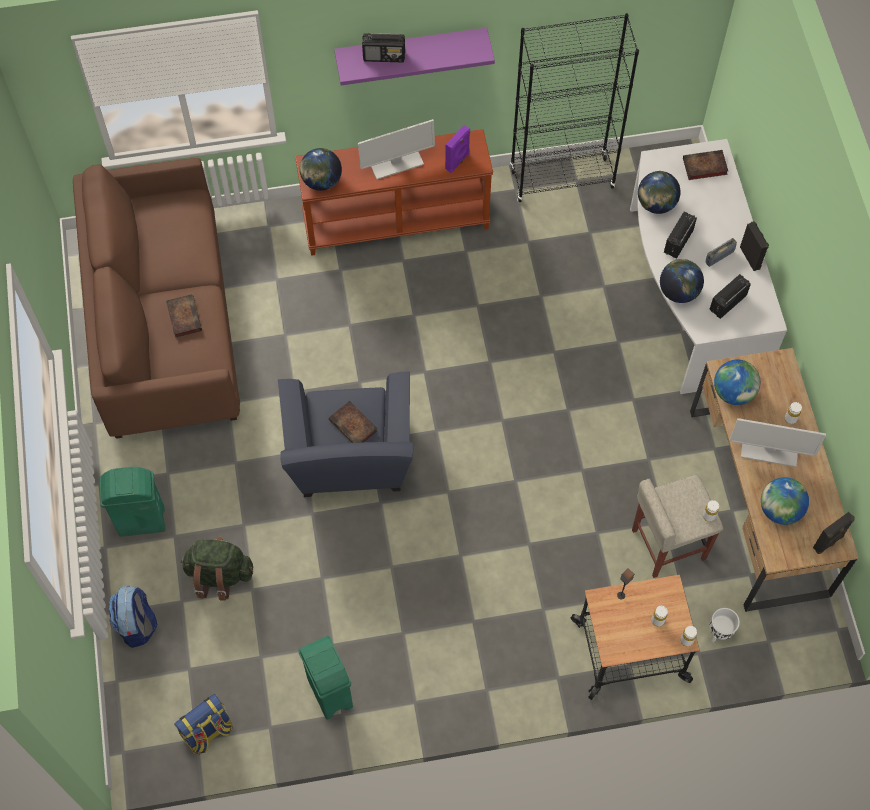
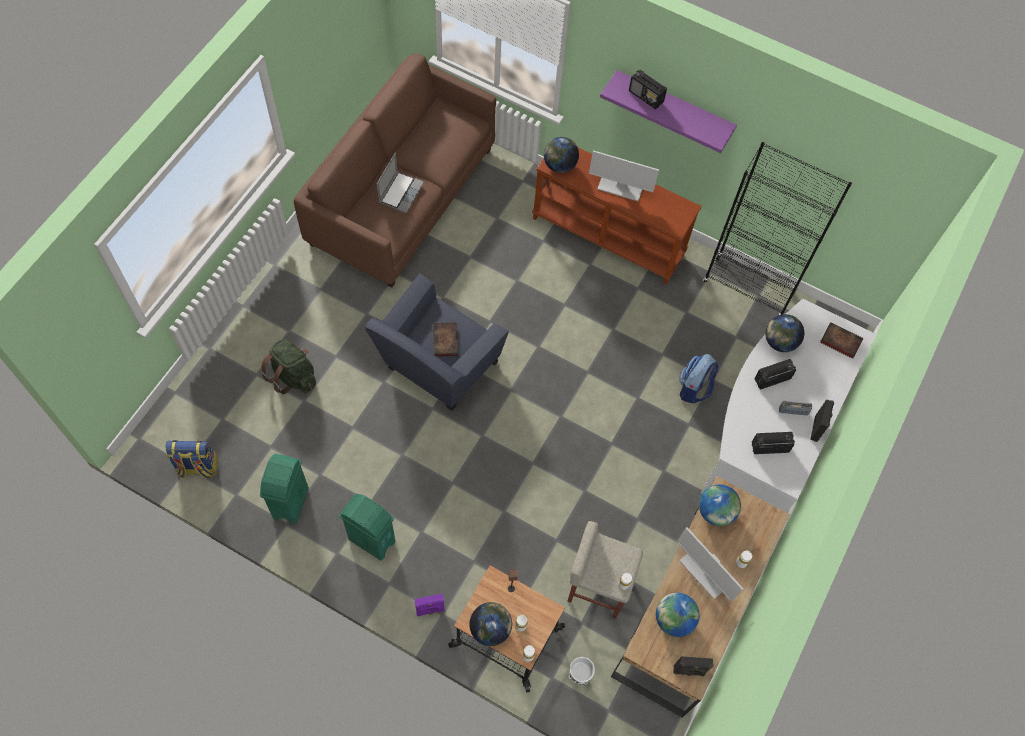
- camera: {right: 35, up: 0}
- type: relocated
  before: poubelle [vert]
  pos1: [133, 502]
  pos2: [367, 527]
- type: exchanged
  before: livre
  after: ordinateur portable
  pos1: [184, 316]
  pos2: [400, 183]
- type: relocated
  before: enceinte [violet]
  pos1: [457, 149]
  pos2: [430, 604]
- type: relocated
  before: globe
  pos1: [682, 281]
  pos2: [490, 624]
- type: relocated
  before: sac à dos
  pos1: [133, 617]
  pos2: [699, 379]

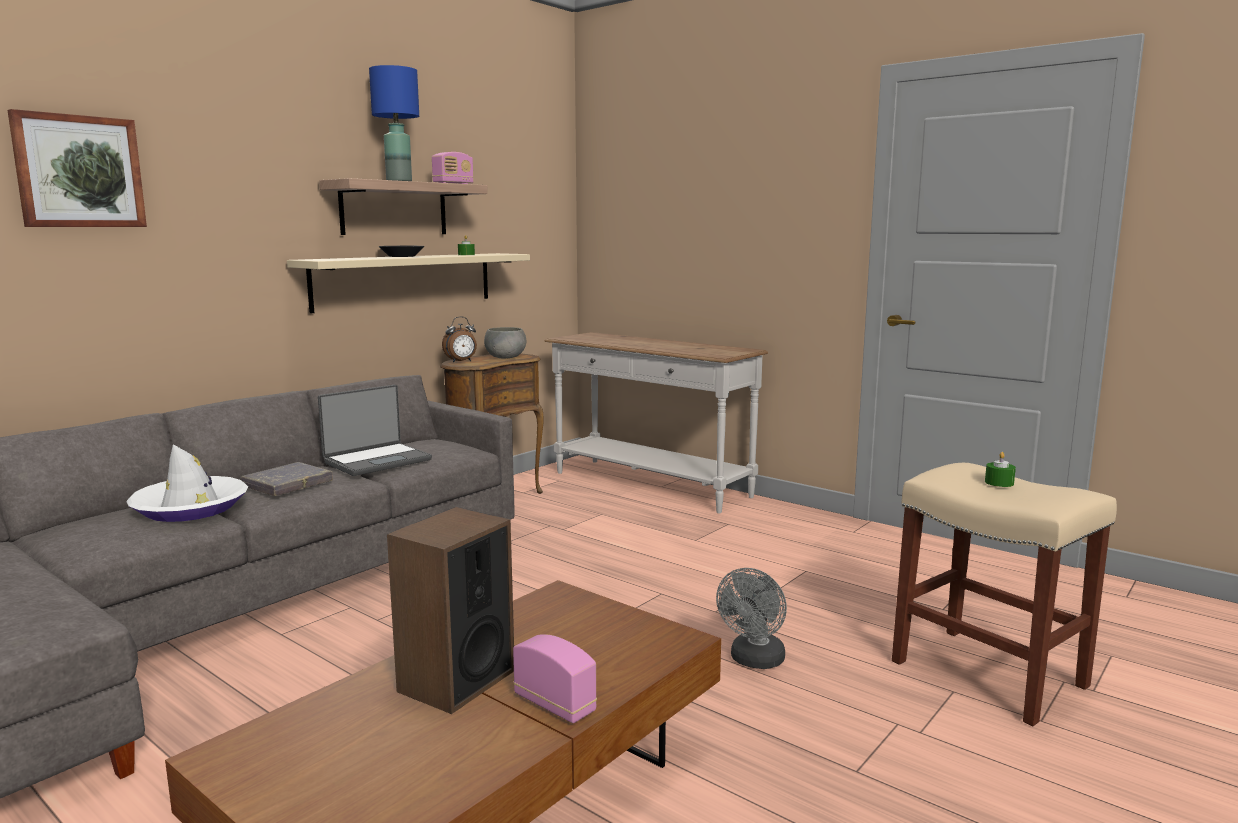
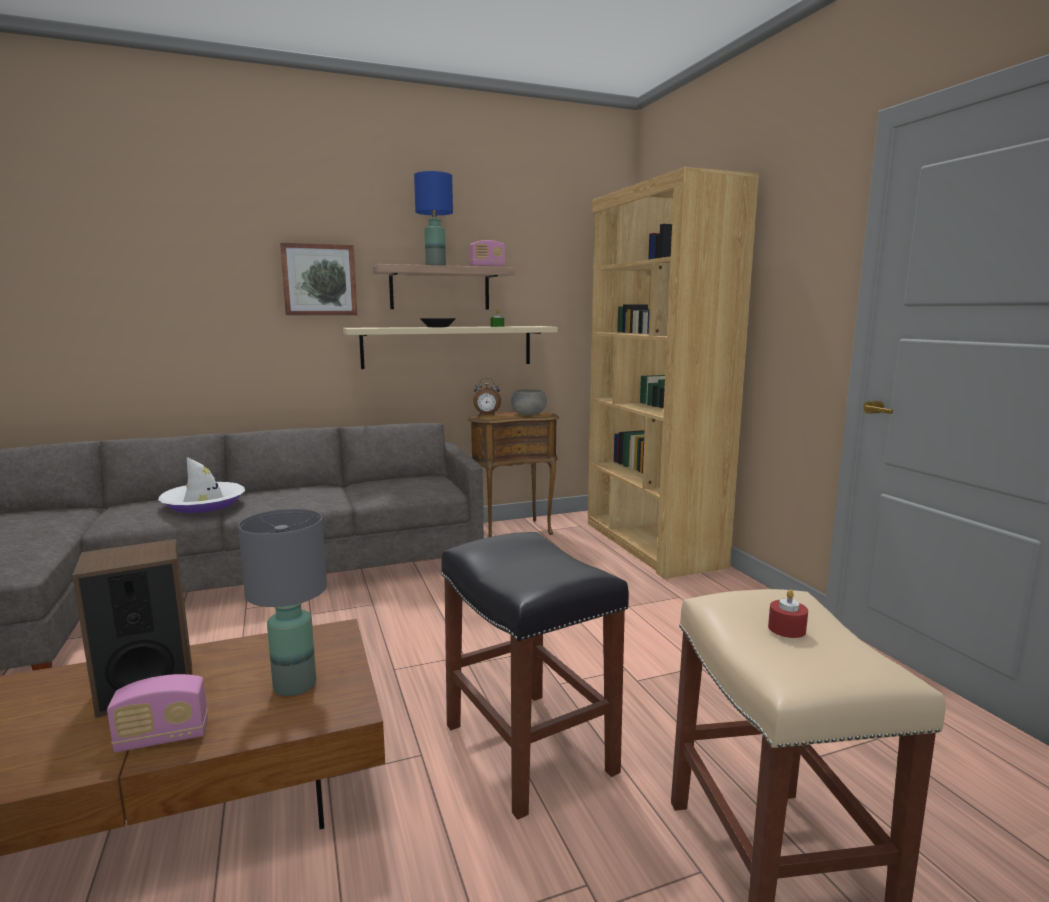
- camera: {right: 30, up: 0}
- type: spun
  before: radio
  pos1: [555, 678]
  pos2: [157, 713]
  turn: 90
- type: appeared
  after: lampe de table [gris]
  pos2: [282, 602]
- type: relocated
  before: tableau
  pos1: [77, 168]
  pos2: [318, 278]
- type: exchanged
  before: ventilateur [gris]
  after: tabouret [noir]
  pos1: [751, 618]
  pos2: [535, 676]
- type: exchanged
  before: table console [blanc]
  after: bibliothèque [marron]
  pos1: [656, 422]
  pos2: [673, 373]
- type: colour
  before: bougie [vert]
  after: bougie [rouge]
  pos1: [1000, 469]
  pos2: [788, 613]
- type: missing
  before: livre [gris]
  pos1: [287, 479]
- type: missing
  before: ordinateur portable
  pos1: [375, 430]

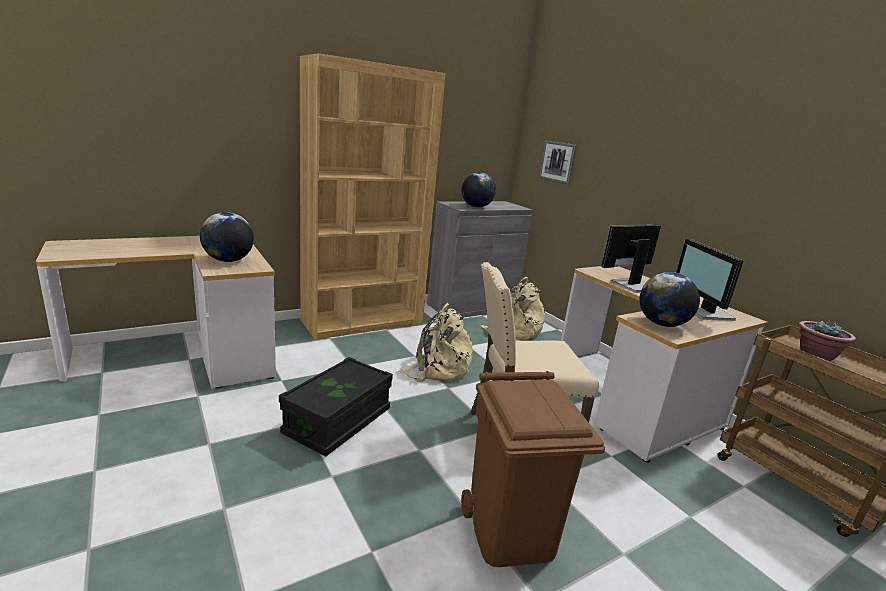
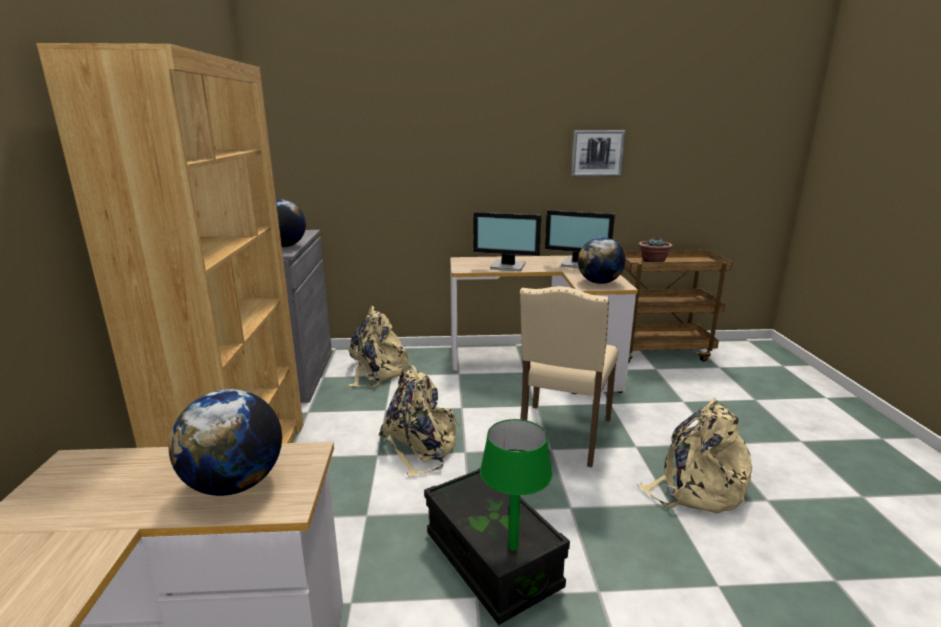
- camera: {right: -60, up: 0}
- type: spun
  before: écran d'ordinateur
  pos1: [631, 259]
  pos2: [507, 241]
  turn: -75
- type: appeared
  after: lampe de table [vert]
  pos2: [516, 485]
- type: relocated
  before: tableau
  pos1: [558, 163]
  pos2: [598, 153]
- type: exchanged
  before: poubelle [marron]
  after: sac à dos [beige]
  pos1: [533, 469]
  pos2: [695, 455]

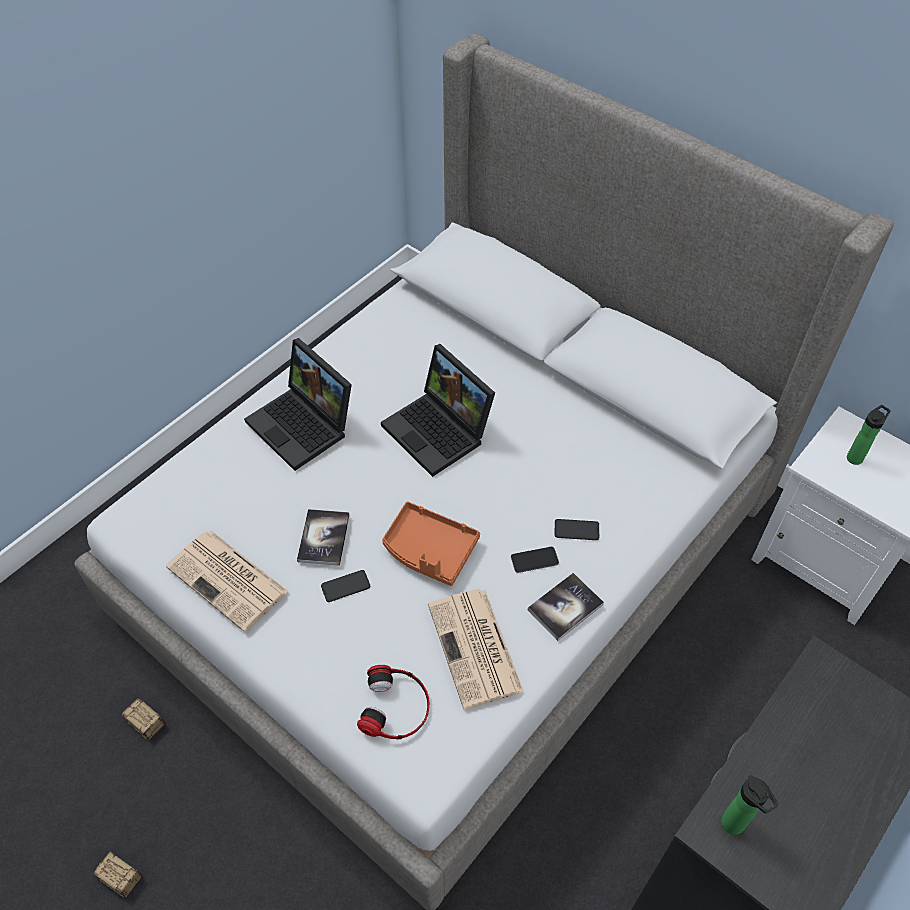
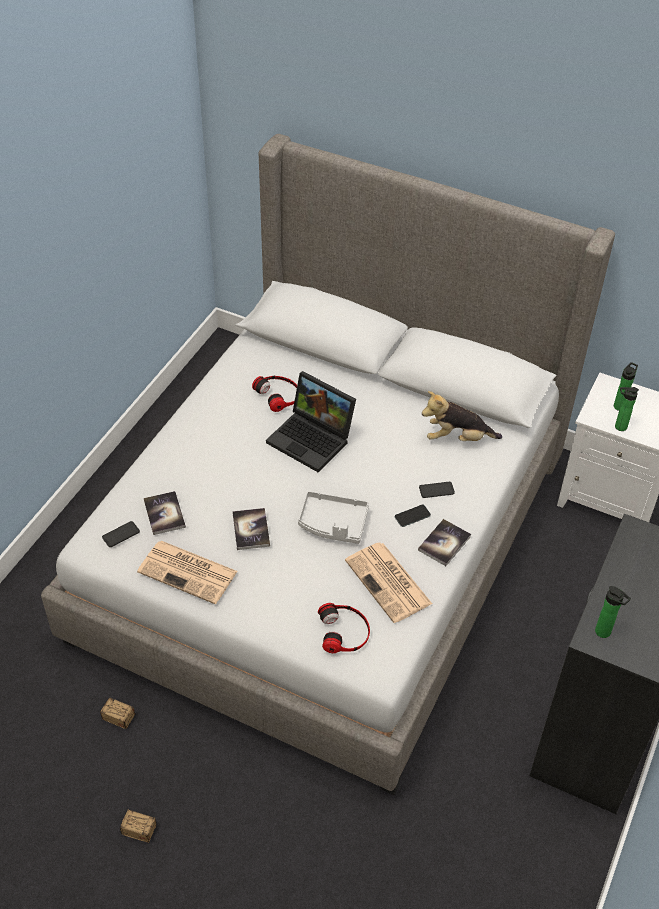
- camera: {right: -15, up: -5}
- type: relocated
  before: téléphone
  pos1: [345, 586]
  pos2: [121, 534]
- type: appeared
  after: livre
  pos2: [165, 513]
- type: appeared
  after: casque audio
  pos2: [274, 394]
- type: colour
  before: plateau [orange]
  after: plateau [gris]
  pos1: [431, 544]
  pos2: [333, 517]
- type: appeared
  after: peluche
  pos2: [462, 416]
- type: appeared
  after: bouteille
  pos2: [627, 409]
- type: missing
  before: ordinateur portable
  pos1: [298, 404]

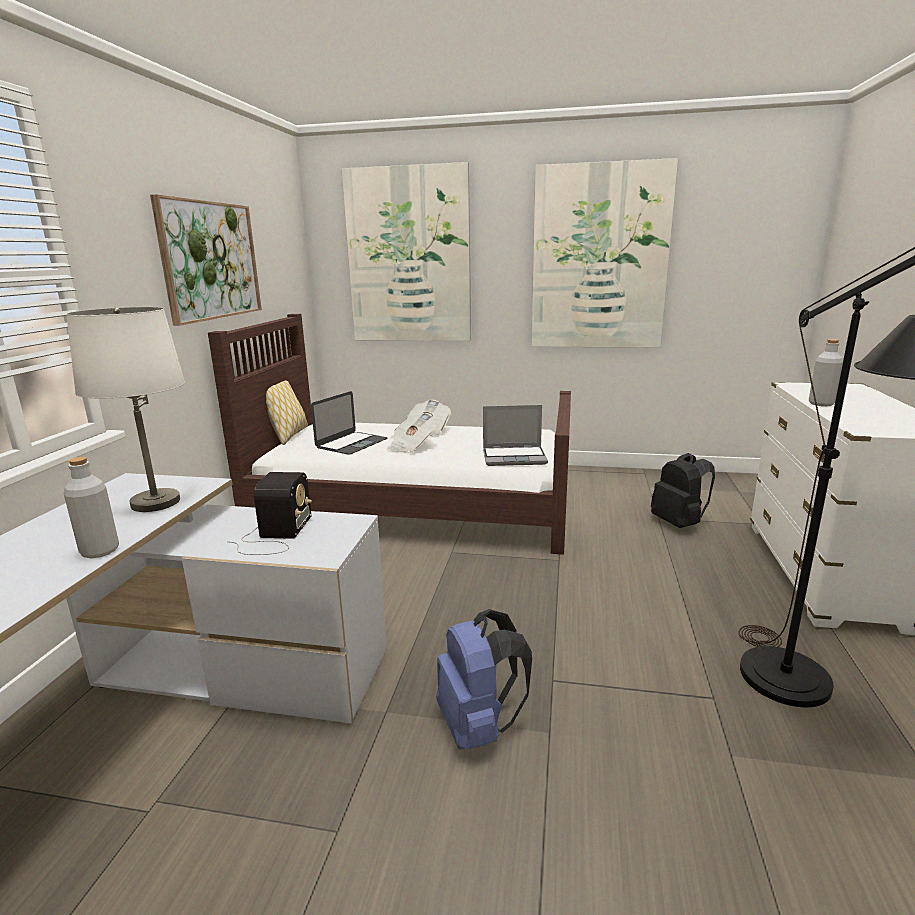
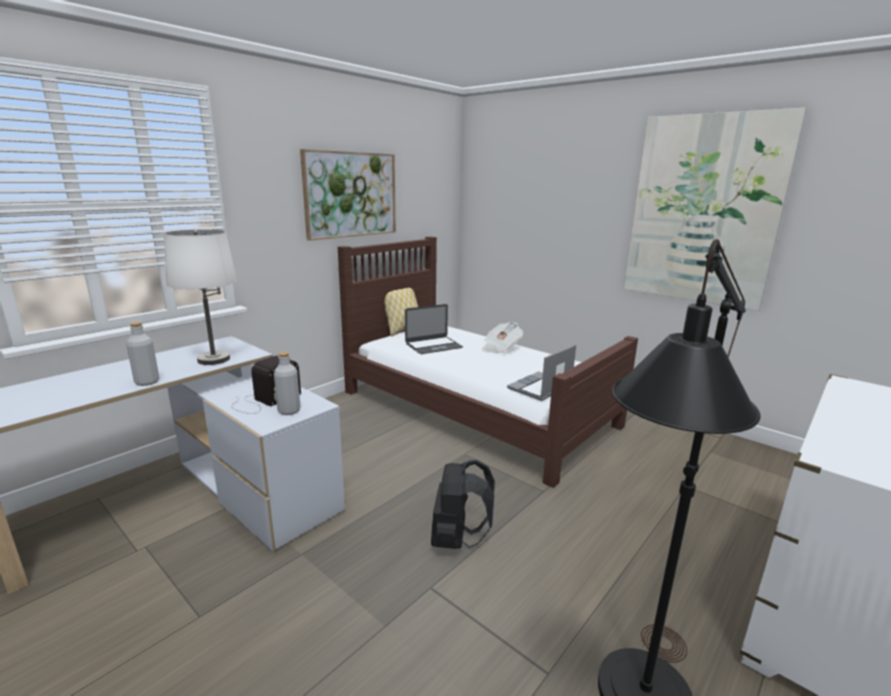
- camera: {right: 30, up: 0}
- type: relocated
  before: bouteille [gris]
  pos1: [826, 372]
  pos2: [287, 383]
- type: relocated
  before: sac à dos [noir]
  pos1: [683, 490]
  pos2: [463, 504]
- type: spun
  before: ordinateur portable
  pos1: [515, 435]
  pos2: [541, 372]
  turn: 105
- type: missing
  before: tableau
  pos1: [406, 251]
- type: missing
  before: journal
  pos1: [412, 433]
- type: missing
  before: sac à dos [bleu]
  pos1: [484, 679]

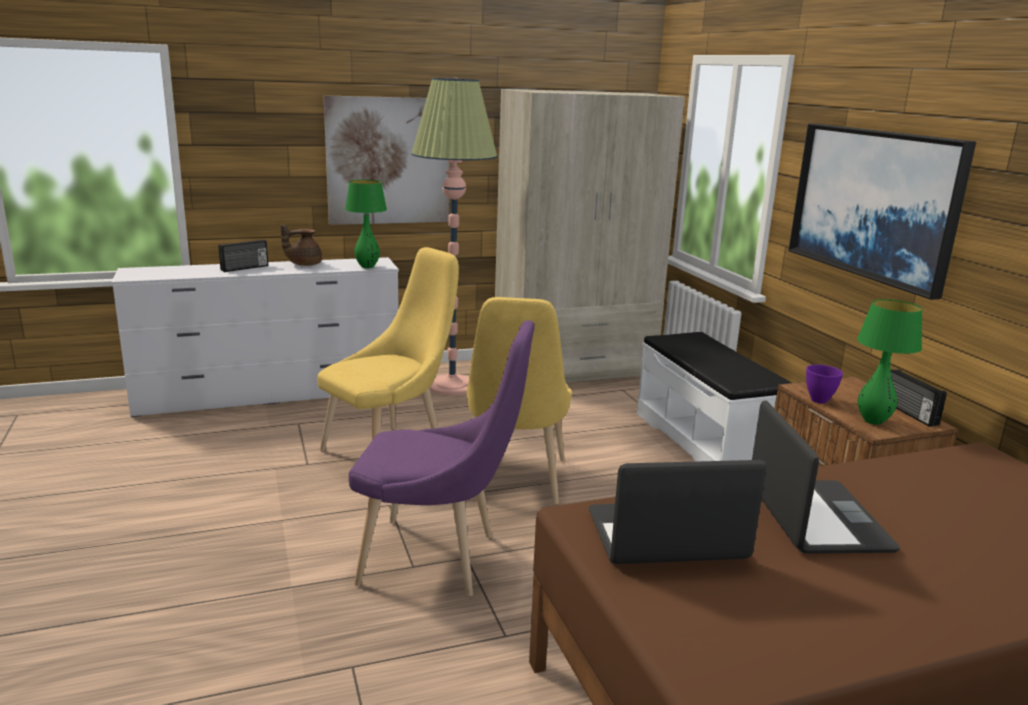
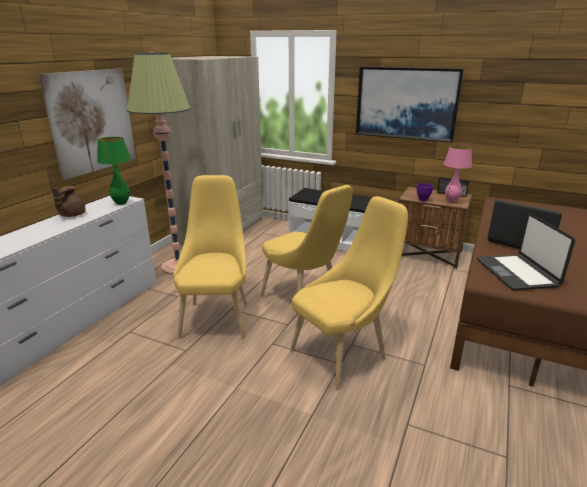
- camera: {right: -45, up: 5}
- type: colour
  before: chaise [violet]
  after: chaise [jaune]
  pos1: [442, 458]
  pos2: [349, 293]
- type: colour
  before: lampe de table [vert]
  after: lampe de table [rose]
  pos1: [889, 362]
  pos2: [458, 174]
- type: spun
  before: ordinateur portable
  pos1: [677, 512]
  pos2: [526, 251]
  turn: -45
- type: missing
  before: radio
  pos1: [243, 255]

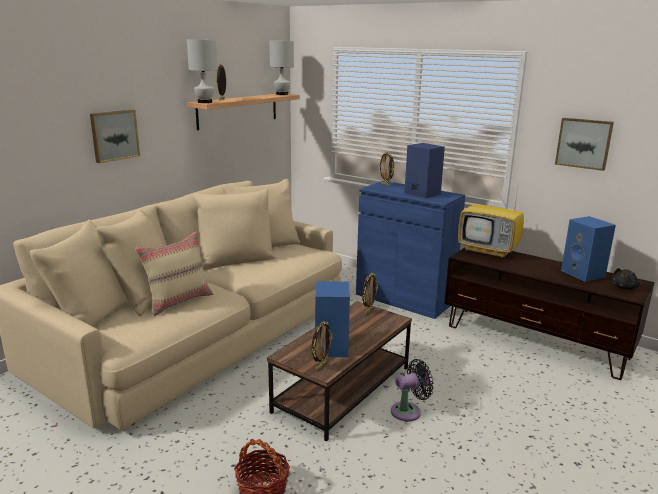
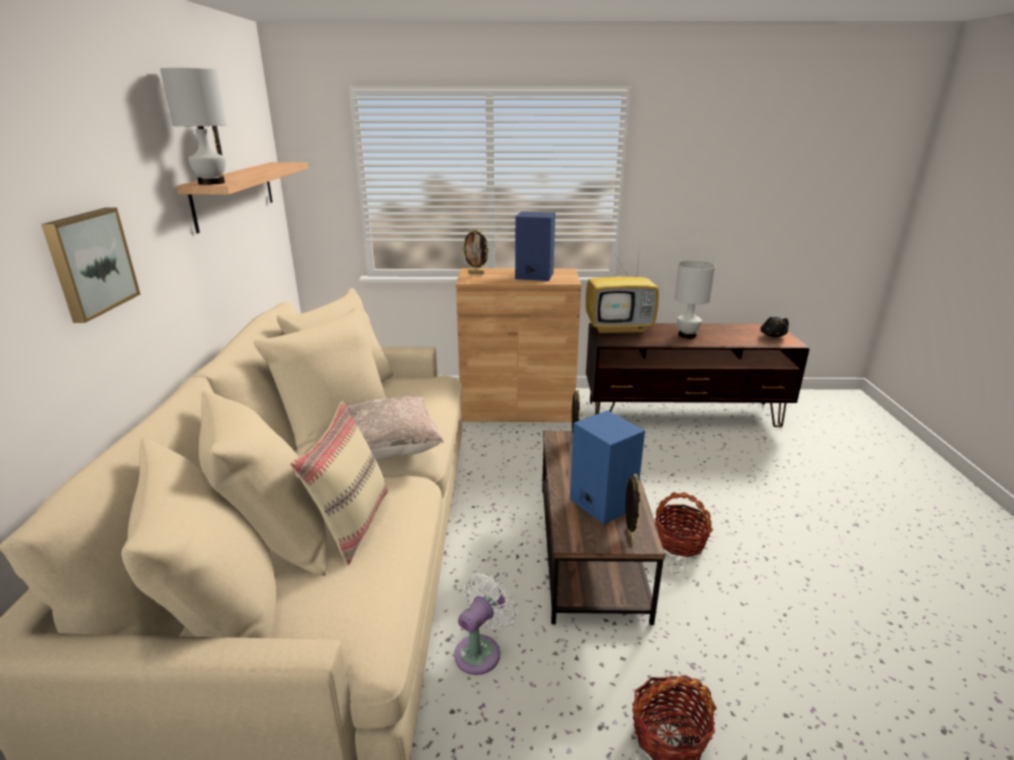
- camera: {right: -35, up: 5}
- type: appeared
  after: coussin [beige]
  pos2: [395, 429]
- type: appeared
  after: ventilateur [blanc]
  pos2: [485, 624]
- type: colour
  before: meuble de rangement [bleu]
  after: meuble de rangement [marron]
  pos1: [410, 250]
  pos2: [518, 345]
- type: exchanged
  before: ventilateur [noir]
  after: panier
  pos1: [412, 390]
  pos2: [684, 524]
- type: relocated
  before: lampe de table [blanc]
  pos1: [281, 68]
  pos2: [695, 299]
- type: missing
  before: tableau
  pos1: [584, 144]
- type: missing
  before: enceinte [bleu]
  pos1: [588, 249]

